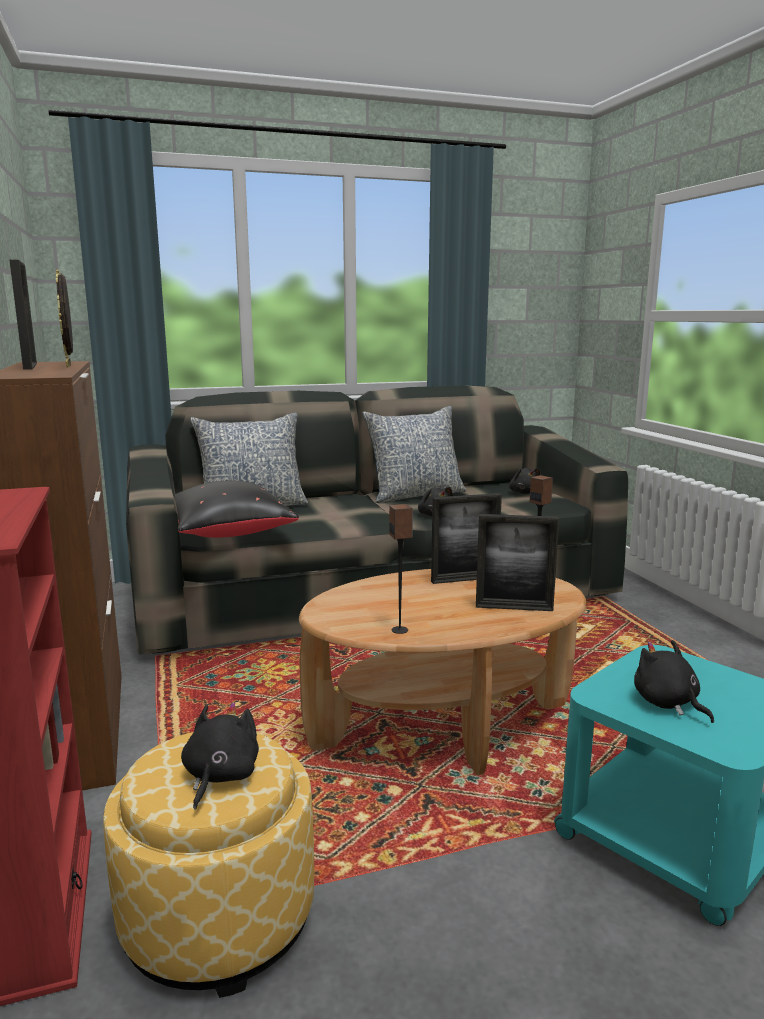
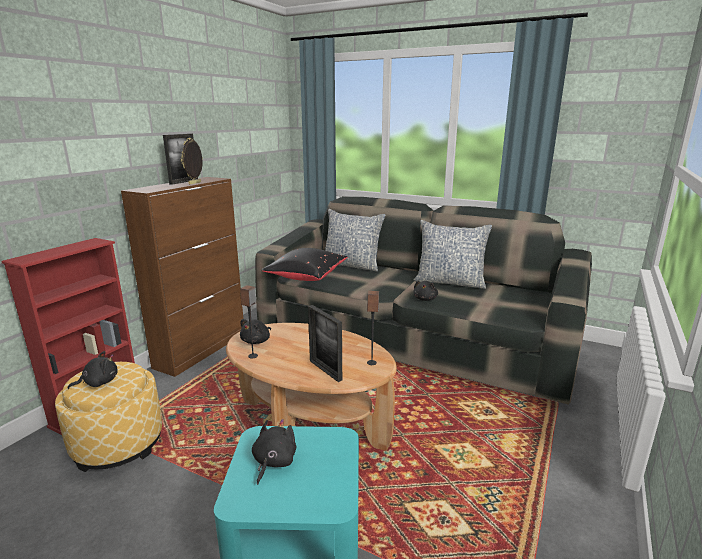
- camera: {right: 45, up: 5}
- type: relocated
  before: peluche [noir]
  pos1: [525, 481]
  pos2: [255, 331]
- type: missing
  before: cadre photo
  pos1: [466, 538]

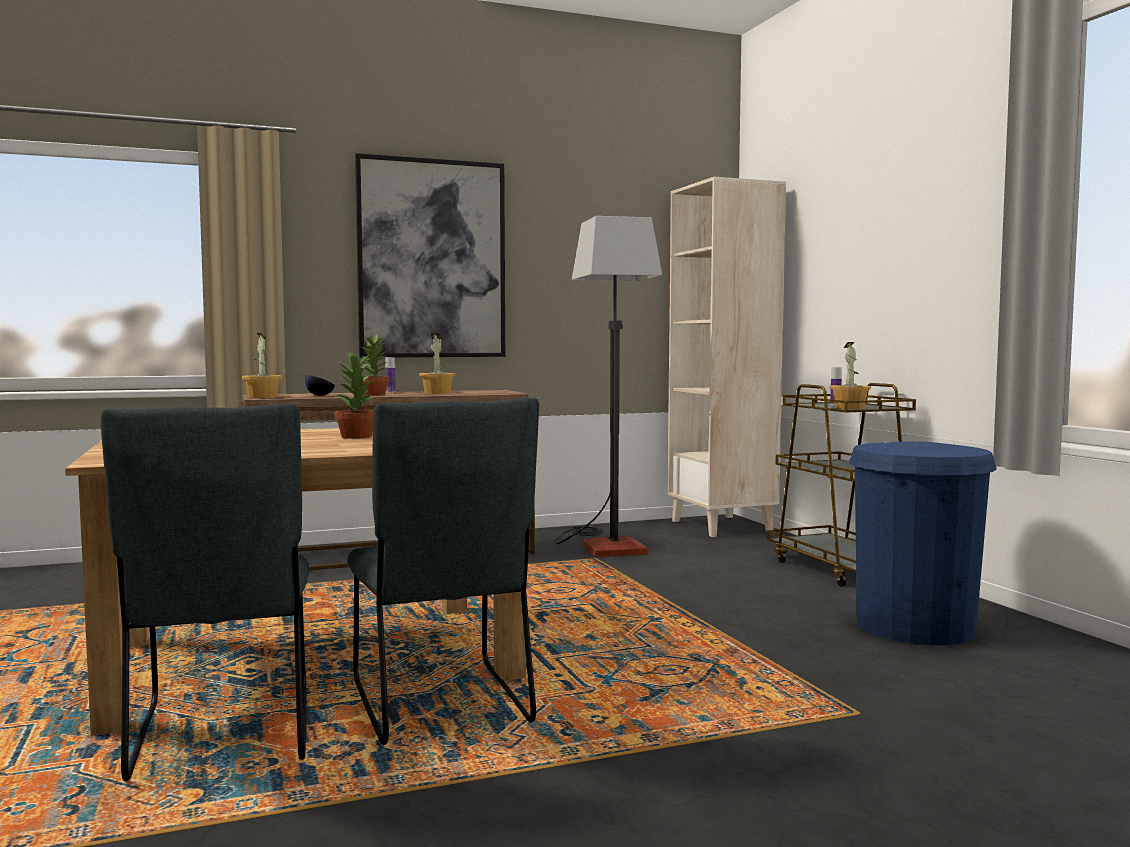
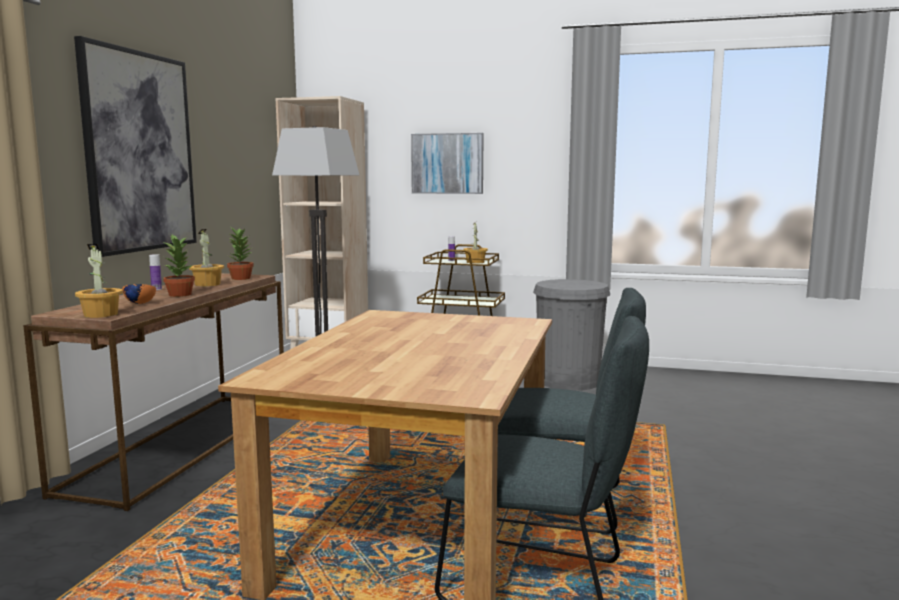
- camera: {right: -55, up: 5}
- type: colour
  before: bol [noir]
  after: bol [orange]
  pos1: [320, 385]
  pos2: [139, 294]
- type: relocated
  before: plante en pot
  pos1: [354, 395]
  pos2: [240, 254]
- type: appeared
  after: tableau
  pos2: [447, 163]
- type: colour
  before: poubelle [bleu]
  after: poubelle [gris]
  pos1: [923, 543]
  pos2: [571, 335]

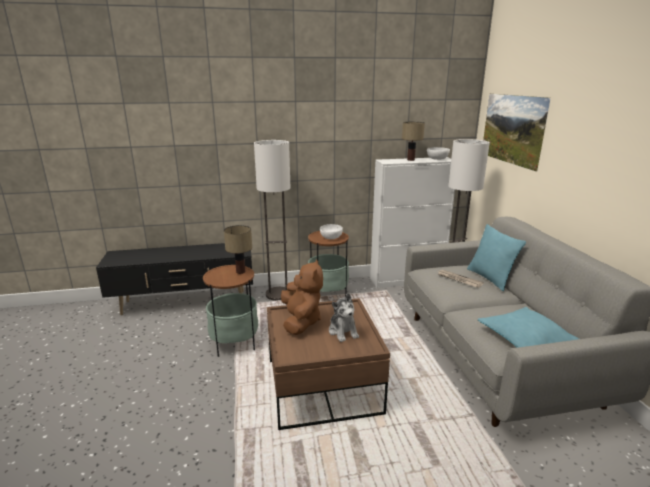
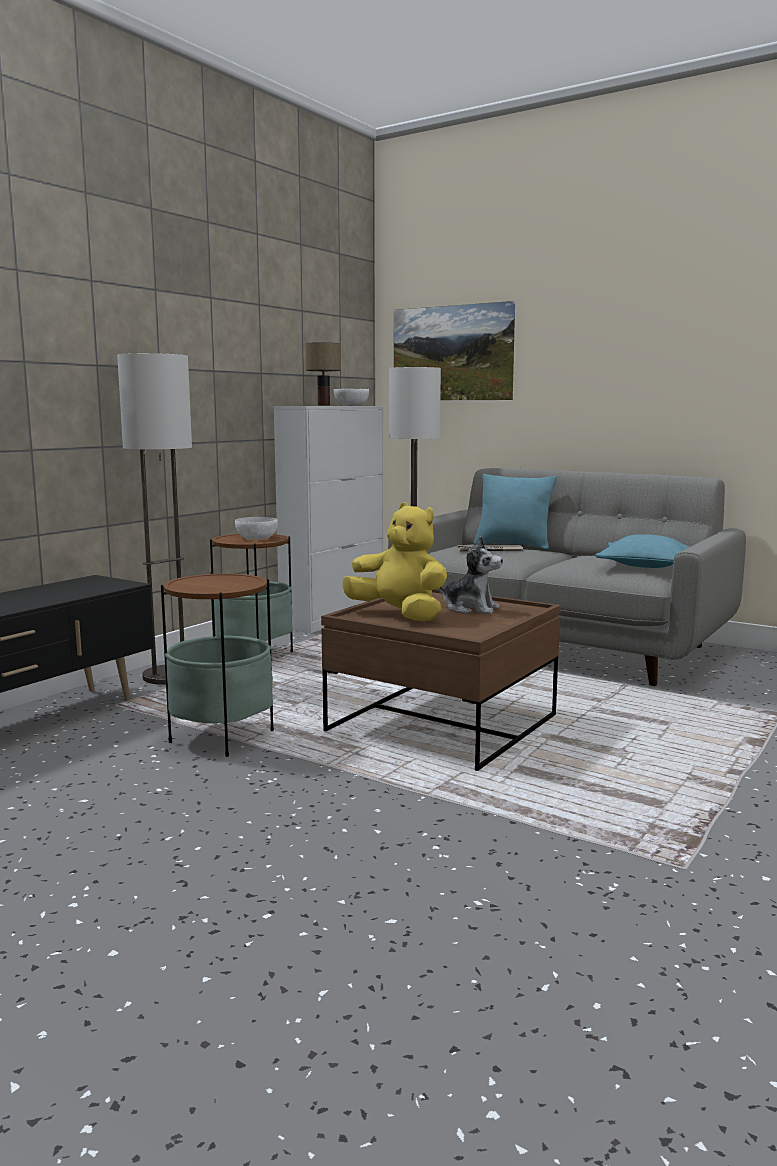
- camera: {right: -45, up: -10}
- type: colour
  before: peluche [marron]
  after: peluche [jaune]
  pos1: [302, 297]
  pos2: [394, 562]
- type: missing
  before: lampe de table
  pos1: [238, 249]

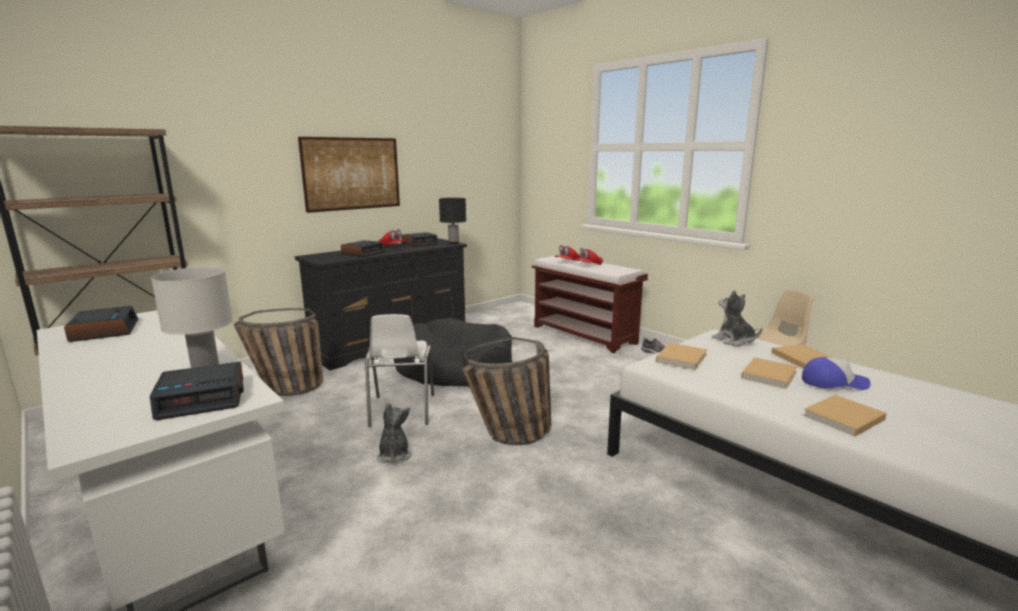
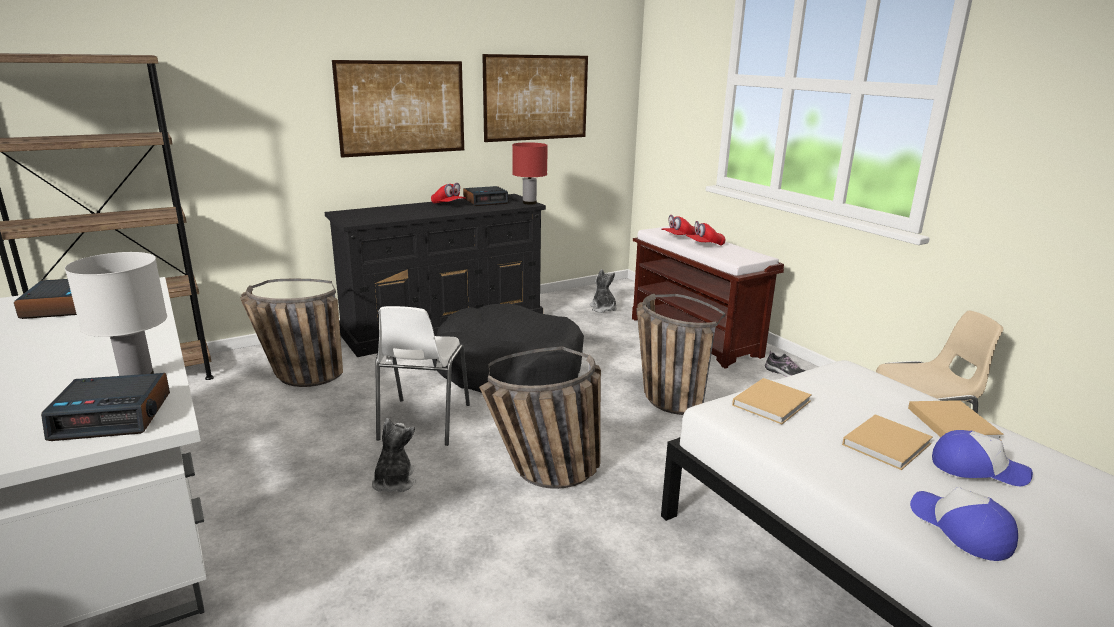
- camera: {right: 10, up: 5}
- type: appeared
  after: tableau
  pos2: [535, 98]
- type: colour
  before: lampe de table [noir]
  after: lampe de table [rouge]
  pos1: [452, 221]
  pos2: [530, 173]
- type: relocated
  before: peluche
  pos1: [737, 318]
  pos2: [603, 291]
- type: appeared
  after: panier
  pos2: [681, 354]
- type: exchanged
  before: livre [beige]
  after: casquette
  pos1: [845, 415]
  pos2: [964, 524]
- type: missing
  before: réveil
  pos1: [363, 248]

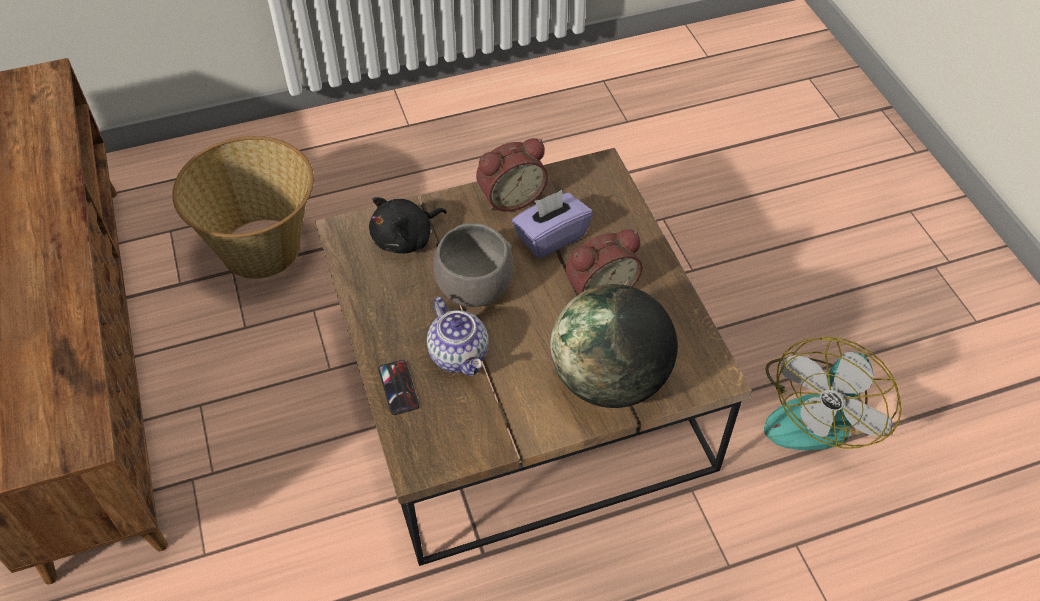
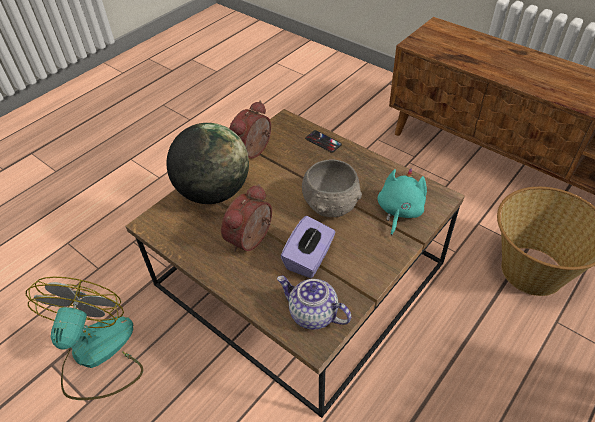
- camera: {right: 150, up: -5}
- type: relocated
  before: réveil
  pos1: [512, 175]
  pos2: [250, 129]
- type: relocated
  before: théière
  pos1: [458, 336]
  pos2: [314, 303]
- type: colour
  before: peluche [noir]
  after: peluche [turquoise]
  pos1: [408, 225]
  pos2: [402, 202]

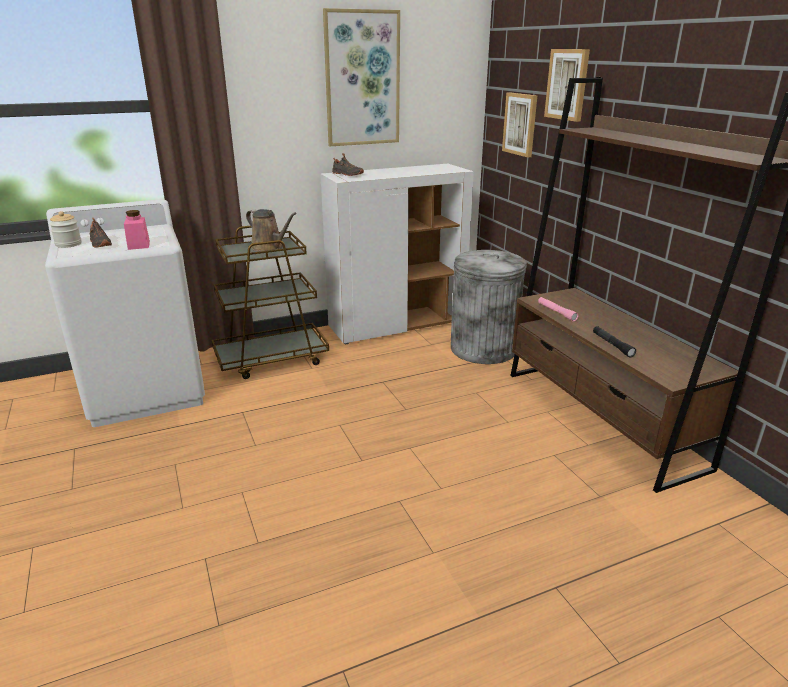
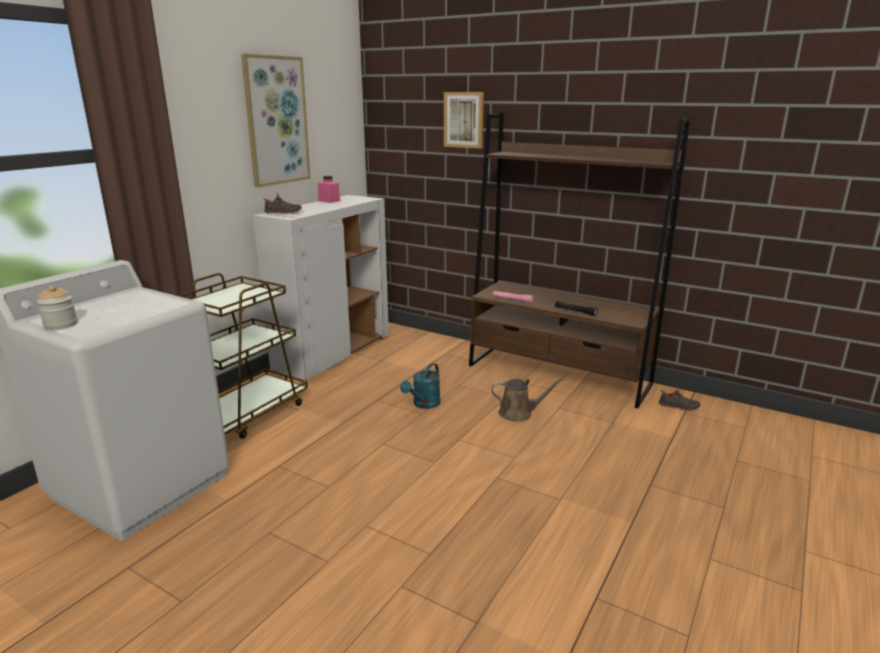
- camera: {right: -35, up: -5}
- type: relocated
  before: bocal [rose]
  pos1: [137, 230]
  pos2: [329, 189]
- type: appeared
  after: arrosoir [turquoise]
  pos2: [420, 386]
- type: relocated
  before: arrosoir [marron]
  pos1: [271, 230]
  pos2: [528, 399]
- type: relocated
  before: chaussure [noir]
  pos1: [101, 233]
  pos2: [680, 399]
- type: missing
  before: poubelle [gris]
  pos1: [489, 307]
- type: missing
  before: tableau
  pos1: [519, 124]

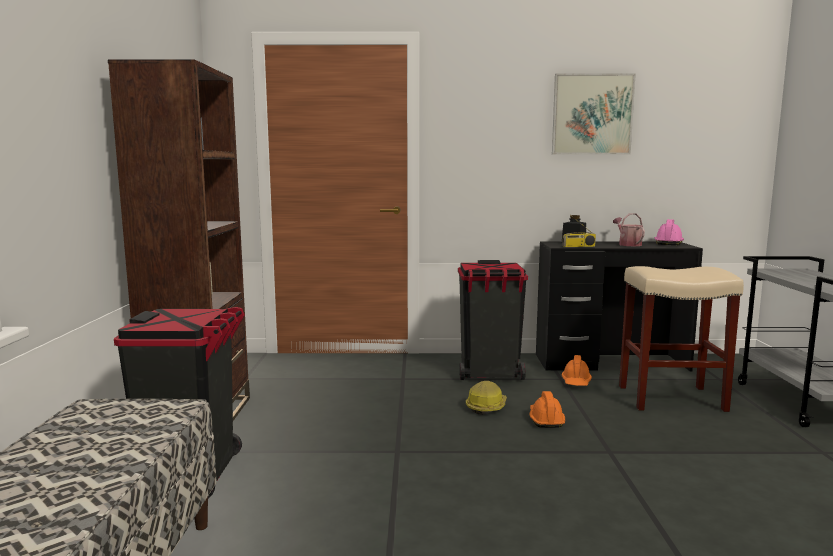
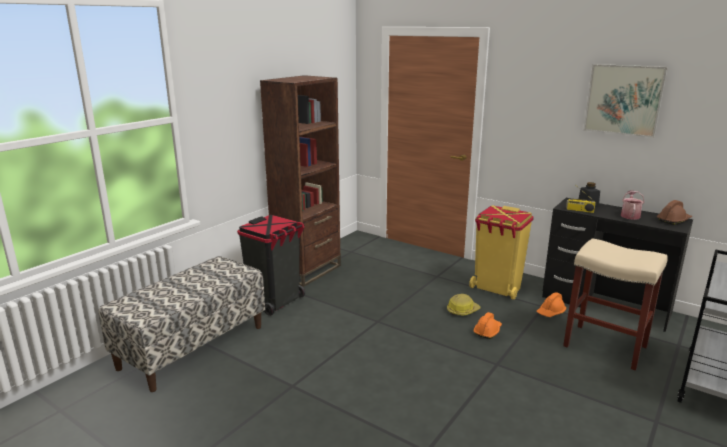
- camera: {right: 35, up: 10}
- type: colour
  before: poubelle [noir]
  after: poubelle [jaune]
  pos1: [493, 320]
  pos2: [501, 253]
- type: colour
  before: casque de chantier [rose]
  after: casque de chantier [marron]
  pos1: [669, 232]
  pos2: [674, 212]

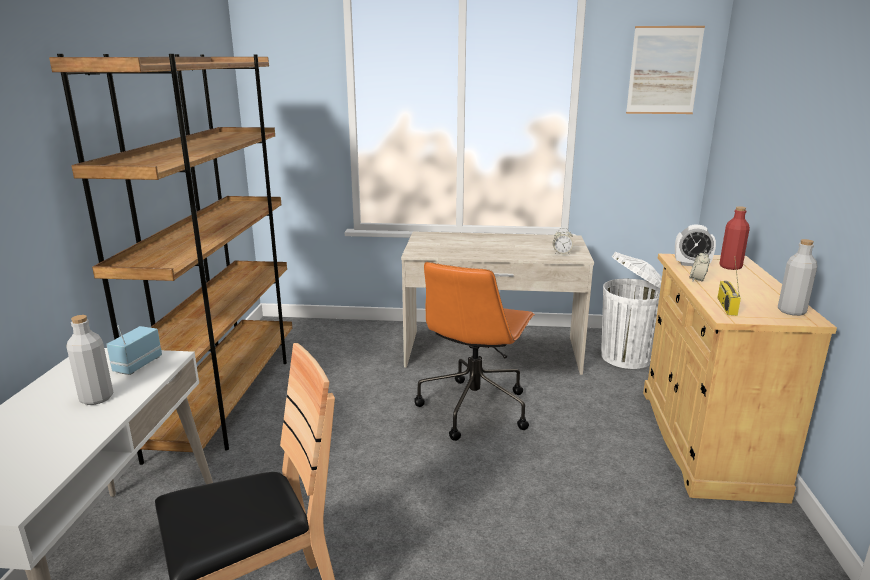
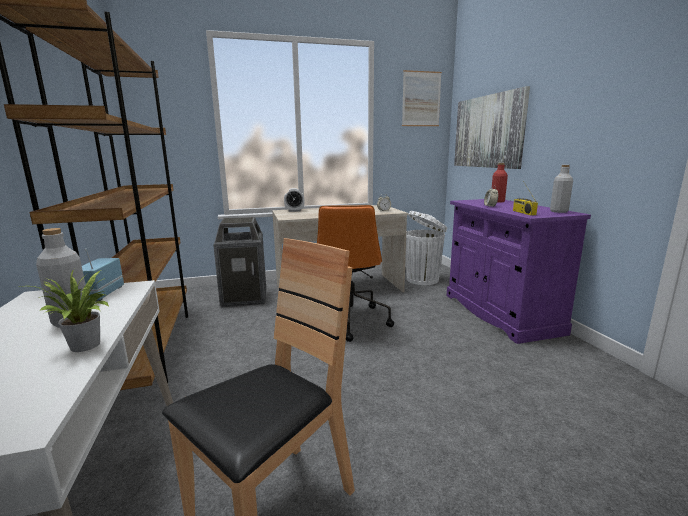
- camera: {right: -20, up: -5}
- type: appeared
  after: plante en pot
  pos2: [64, 310]
- type: appeared
  after: poubelle
  pos2: [239, 262]
- type: relocated
  before: réveil
  pos1: [695, 245]
  pos2: [294, 200]
- type: colour
  before: meuble de rangement [beige]
  after: meuble de rangement [violet]
  pos1: [740, 379]
  pos2: [519, 271]
- type: appeared
  after: tableau
  pos2: [492, 127]

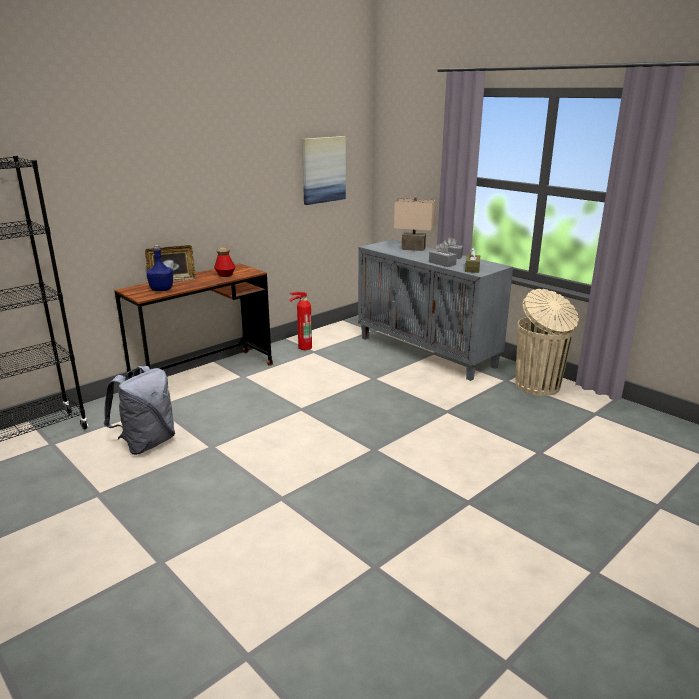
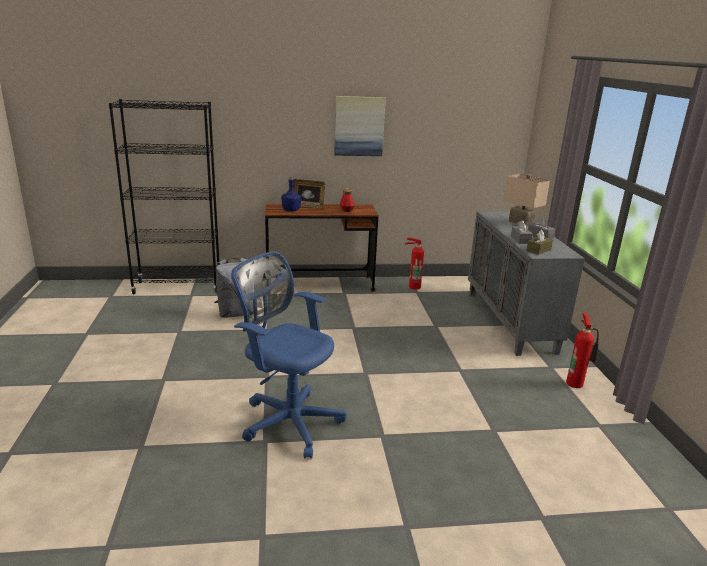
- camera: {right: 35, up: 0}
- type: appeared
  after: chaise de bureau [bleu]
  pos2: [289, 355]
- type: relocated
  before: tableau
  pos1: [324, 170]
  pos2: [360, 126]
- type: exchanged
  before: poubelle [beige]
  after: extincteur
  pos1: [547, 342]
  pos2: [582, 350]

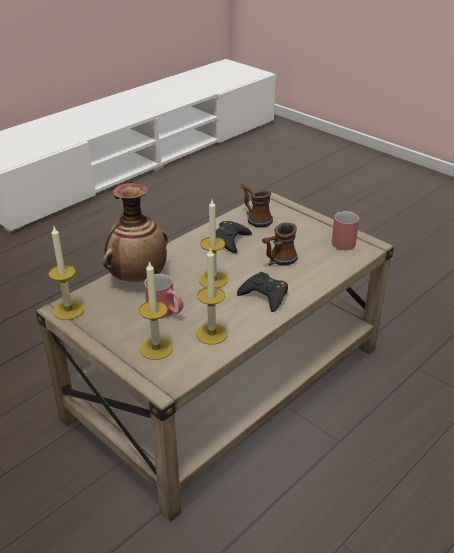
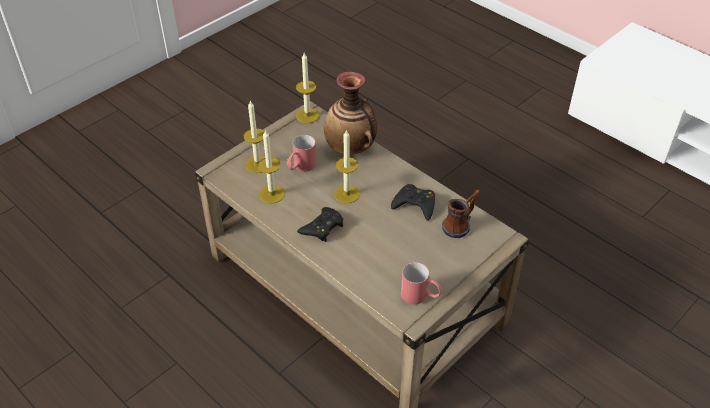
- camera: {right: 90, up: 10}
- type: missing
  before: mug
  pos1: [280, 244]

